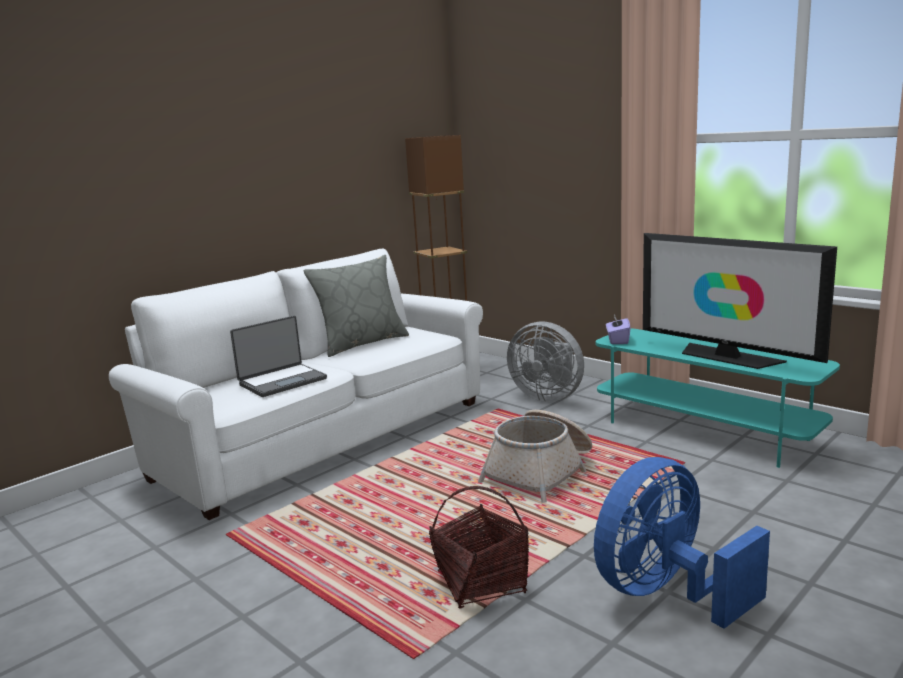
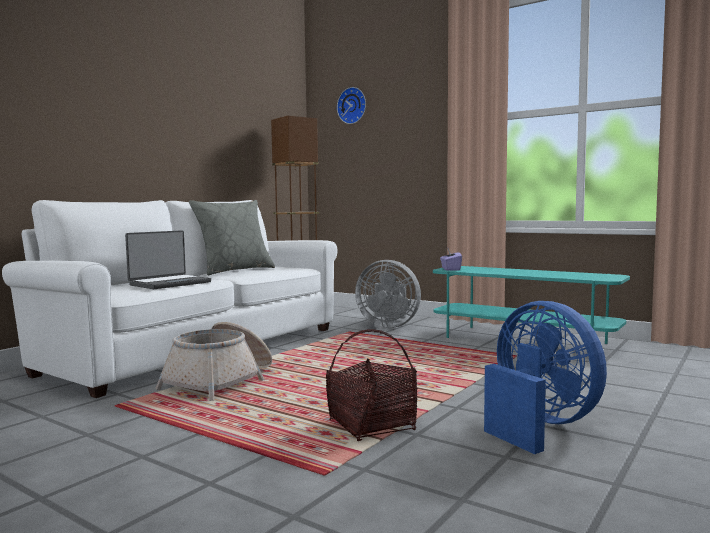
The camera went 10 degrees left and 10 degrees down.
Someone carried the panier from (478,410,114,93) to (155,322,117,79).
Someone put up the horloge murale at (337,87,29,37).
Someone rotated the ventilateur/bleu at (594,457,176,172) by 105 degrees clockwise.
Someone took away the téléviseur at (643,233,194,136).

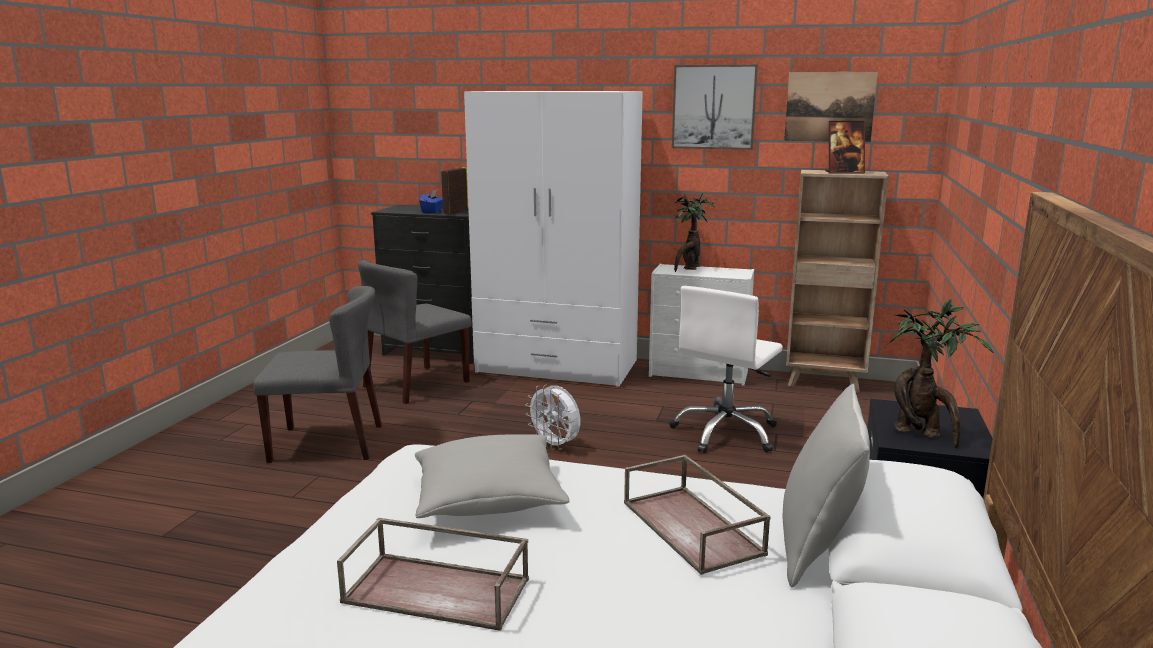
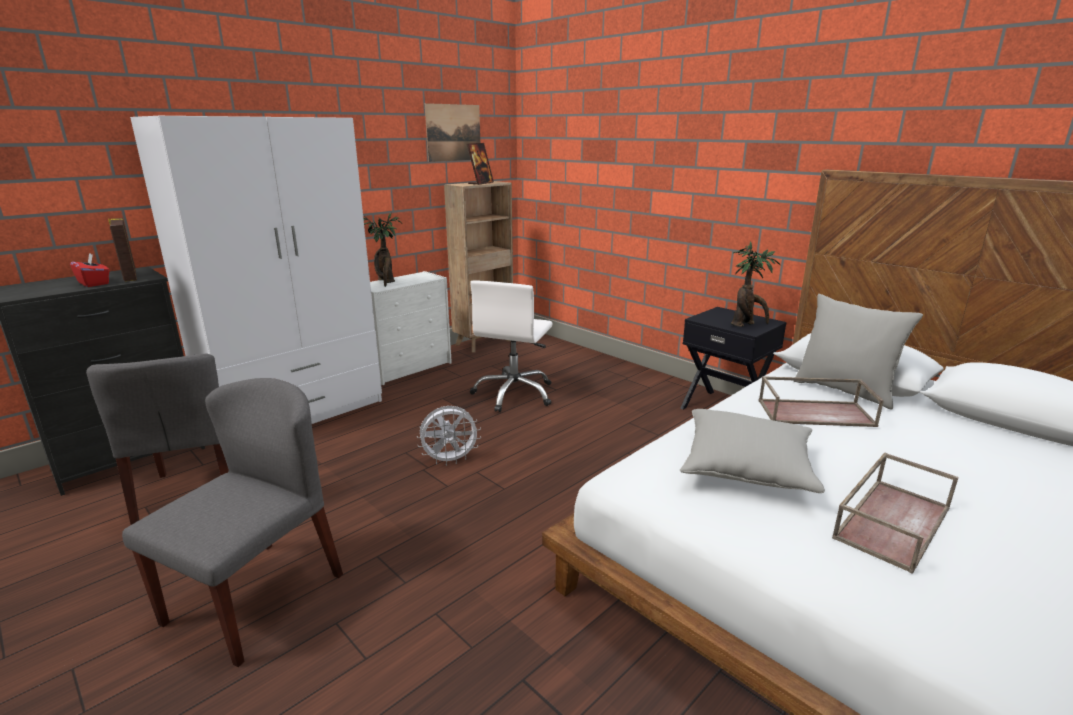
The camera went 60 degrees left and 5 degrees up.
Someone repainted the boîte à mouchoirs/bleu at (419,190,24,23), which became the boîte à mouchoirs/rouge at (70,253,40,34).
Someone rotated the chaise de bureau/blanc at (669,286,114,167) by 45 degrees clockwise.
Someone took away the tableau at (672,65,86,85).

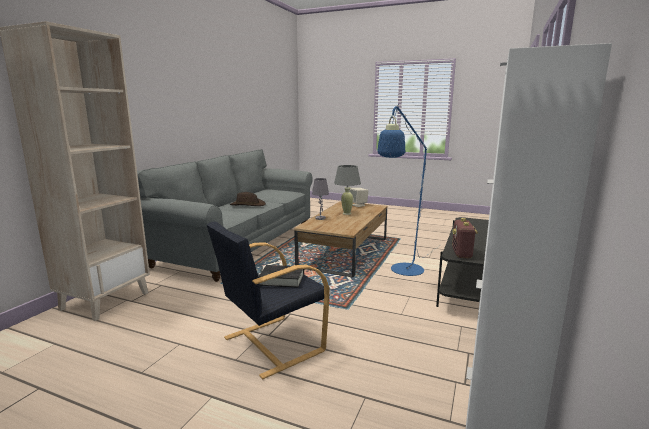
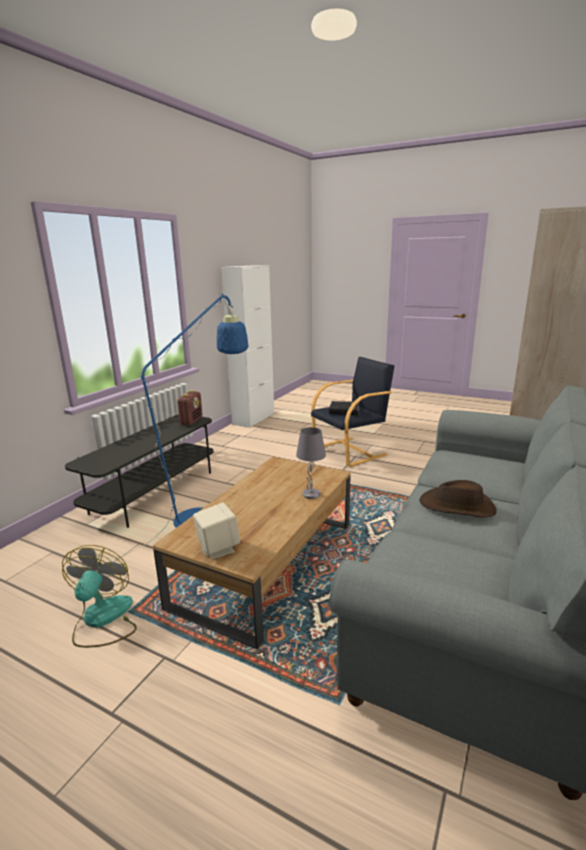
The camera went 175 degrees left and 5 degrees up.
Someone put down the ventilateur at (62,545,75,103).
Someone took away the lampe de table/gris at (334,165,27,50).

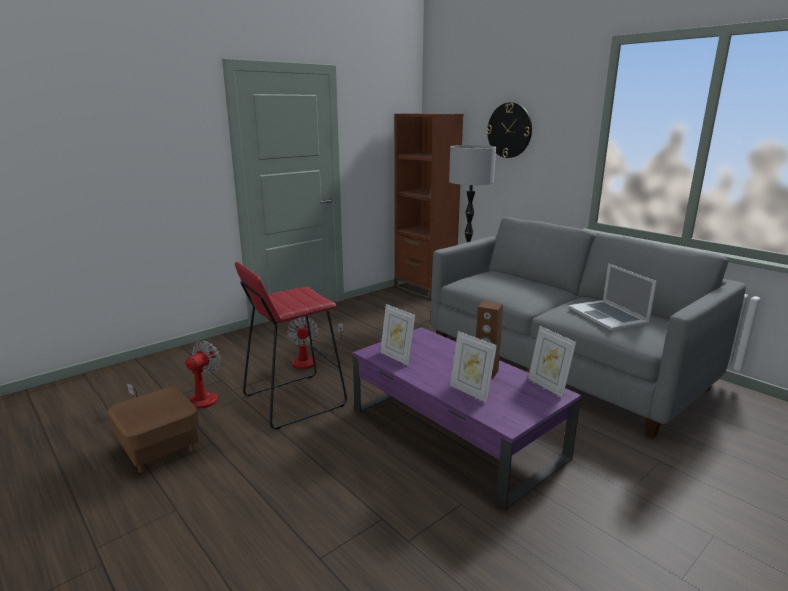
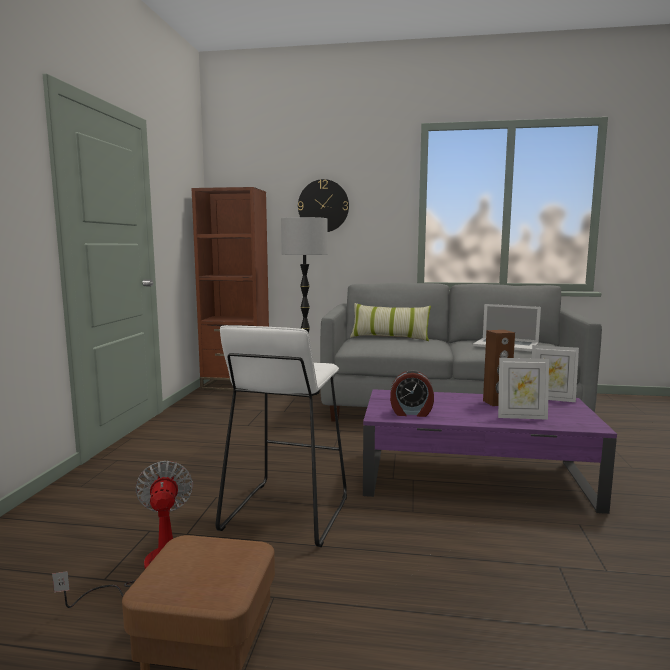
The camera went 40 degrees left and 10 degrees down.
Someone repainted the tabouret/rouge at (235,262,112,168), which became the tabouret/blanc at (216,325,131,222).
Someone put down the coussin at (350,303,81,38).
Someone swapped the cadre photo at (380,304,35,62) for the réveil at (390,370,44,47).
Someone took away the ventilateur at (287,317,56,52).

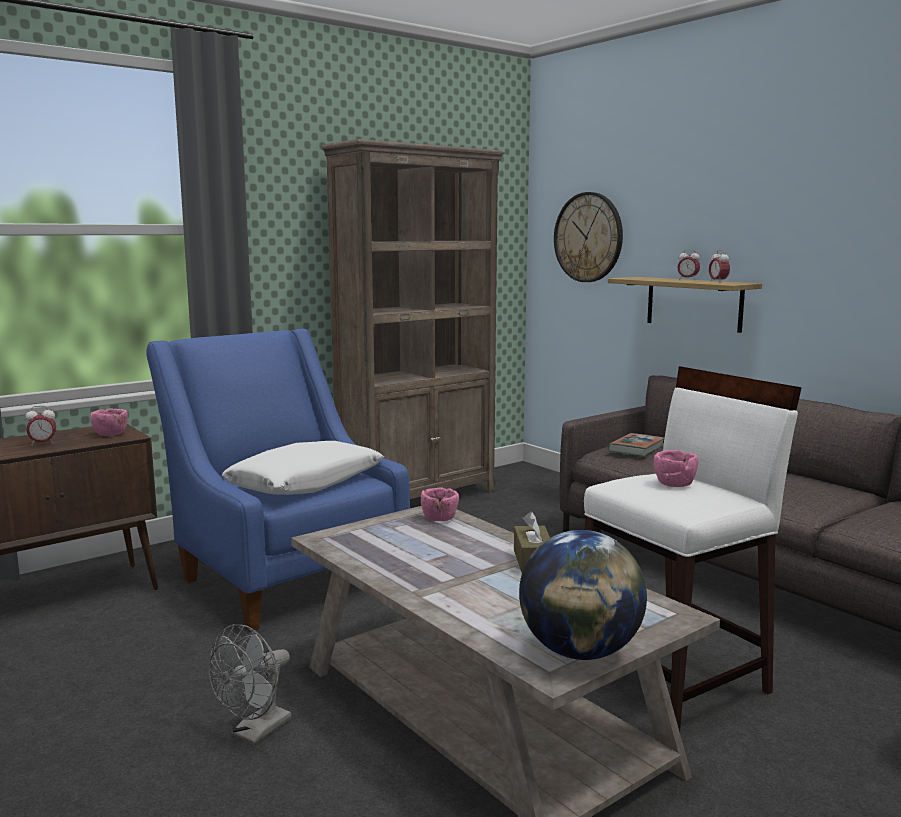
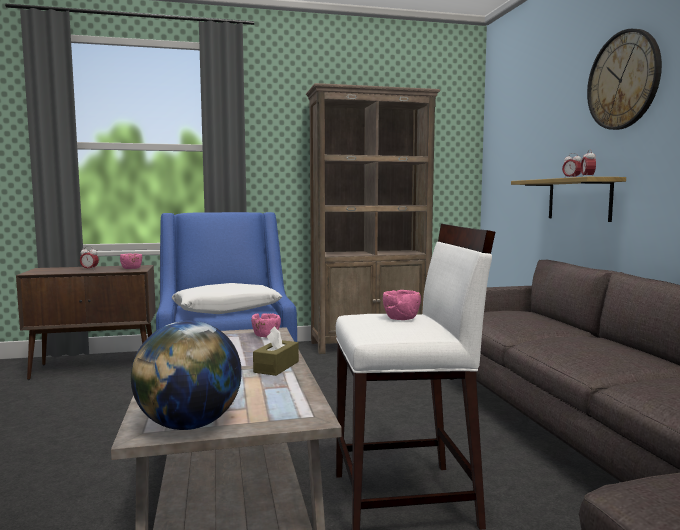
The camera went 25 degrees right and 5 degrees down.
Someone carried the horloge murale from (554,192,69,90) to (587,29,75,101).
Someone took away the ventilateur/gris at (208,624,83,121).
Someone took away the livre at (608,433,56,24).

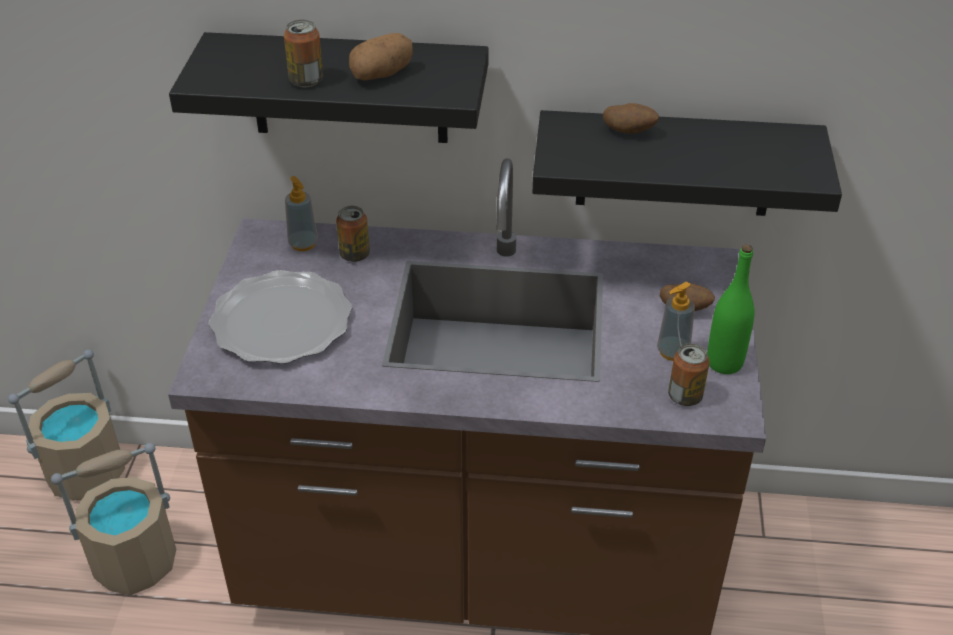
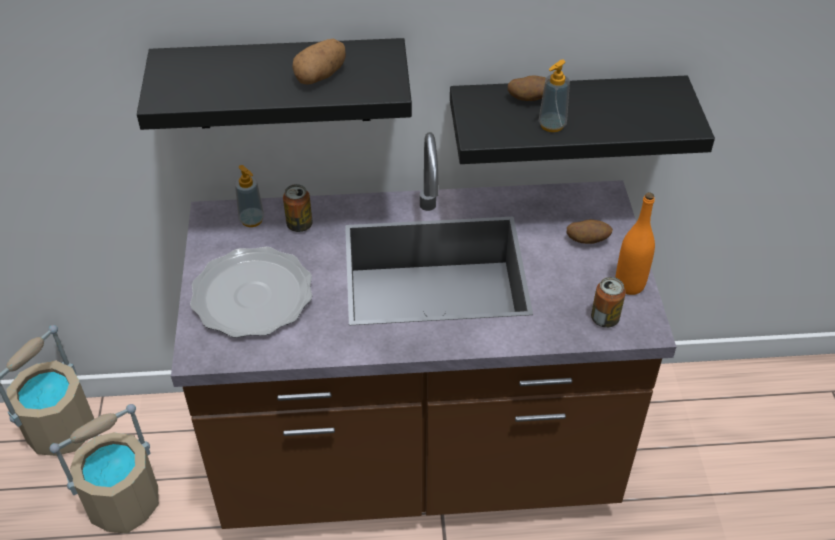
The camera went 10 degrees left and 5 degrees up.
Someone carried the distributeur de savon from (657,282,38,79) to (538,60,32,72).
Someone repainted the bouteille/vert at (707,244,48,130), which became the bouteille/orange at (615,192,40,103).
Someone took away the boîte métallique at (284,20,39,67).

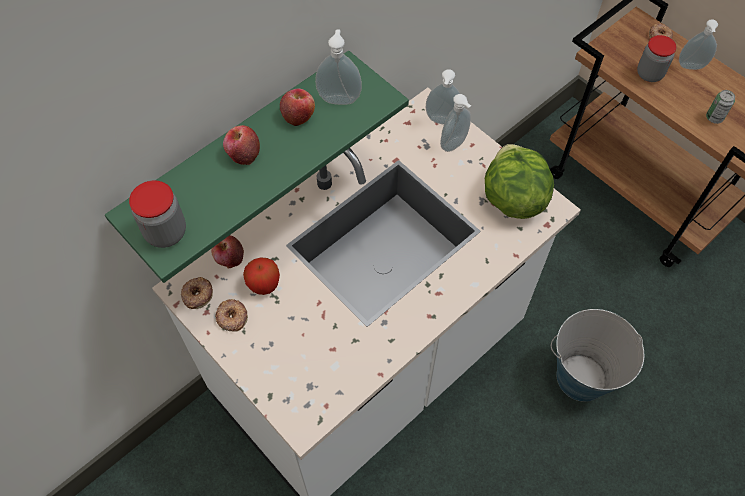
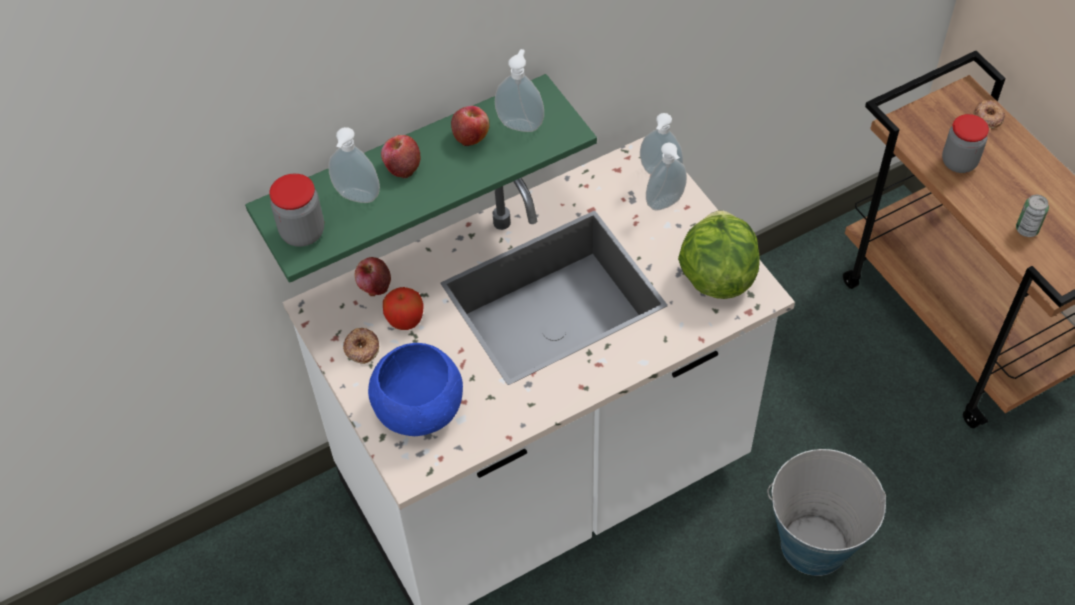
The camera went 15 degrees right and 5 degrees down.
Someone carried the distributeur de savon from (679,19,39,51) to (328,127,52,76).
Someone put down the bol/bleu at (368,343,95,93).
Someone took away the beignet at (181,277,32,32).

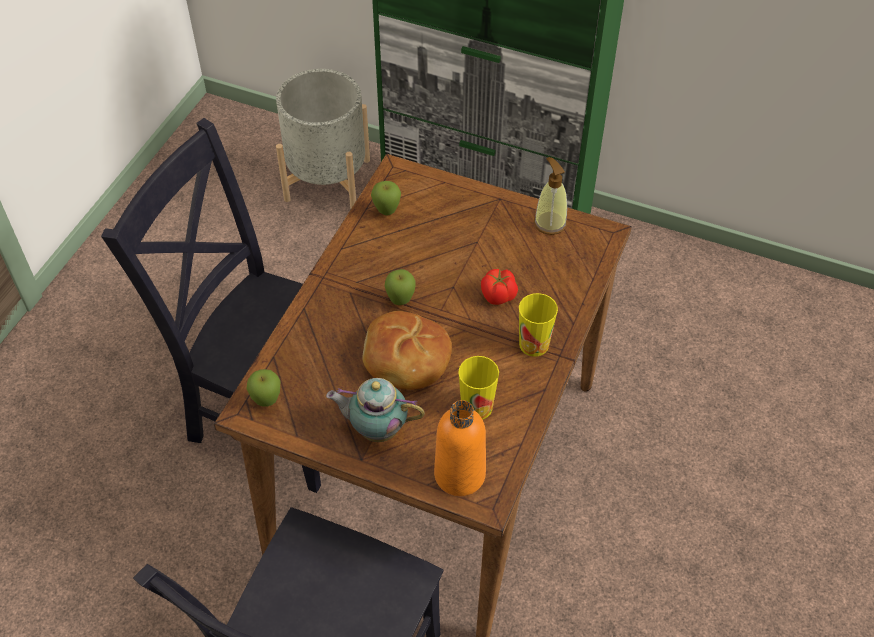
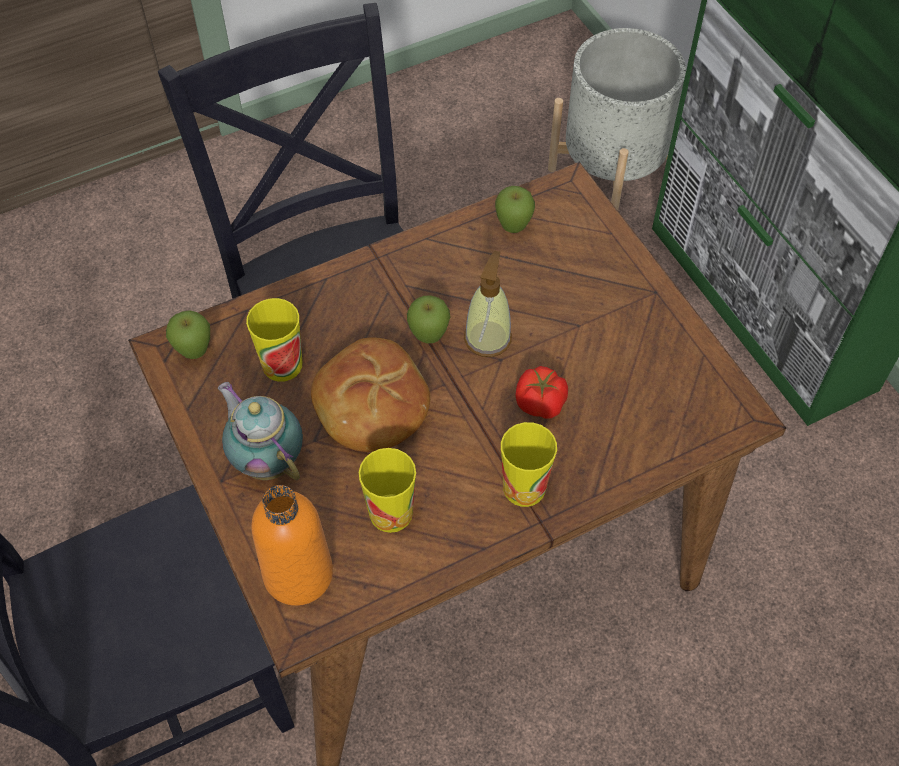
The camera went 40 degrees right and 5 degrees up.
Someone put down the tasse at (246,298,56,84).
Someone carried the distributeur de savon from (534,157,33,78) to (464,251,48,106).

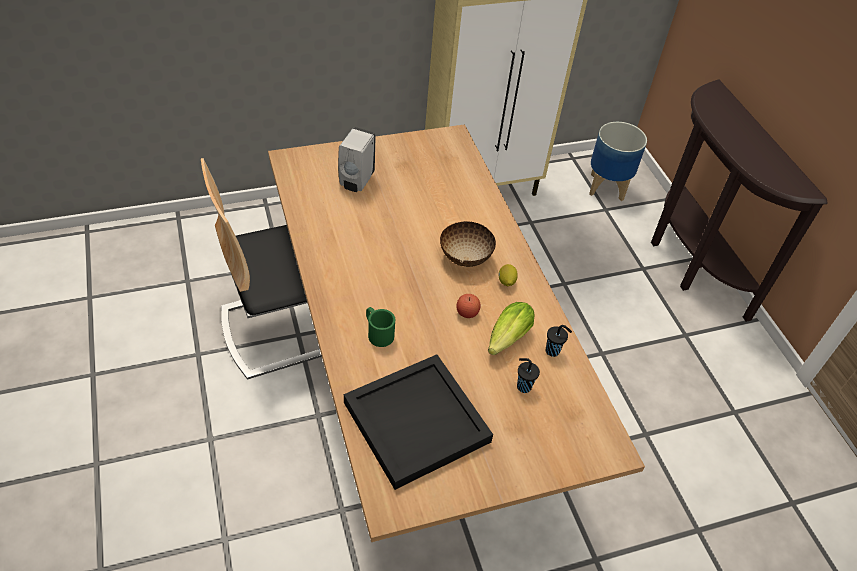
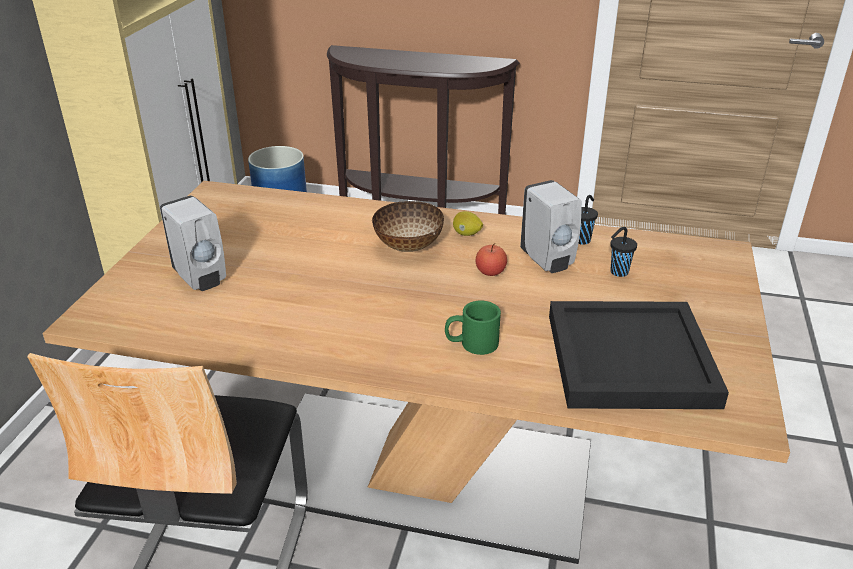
The camera went 55 degrees left and 15 degrees down.
Someone swapped the laitue at (488,302,47,53) for the distributeur de savon/blanc at (520,180,62,93).

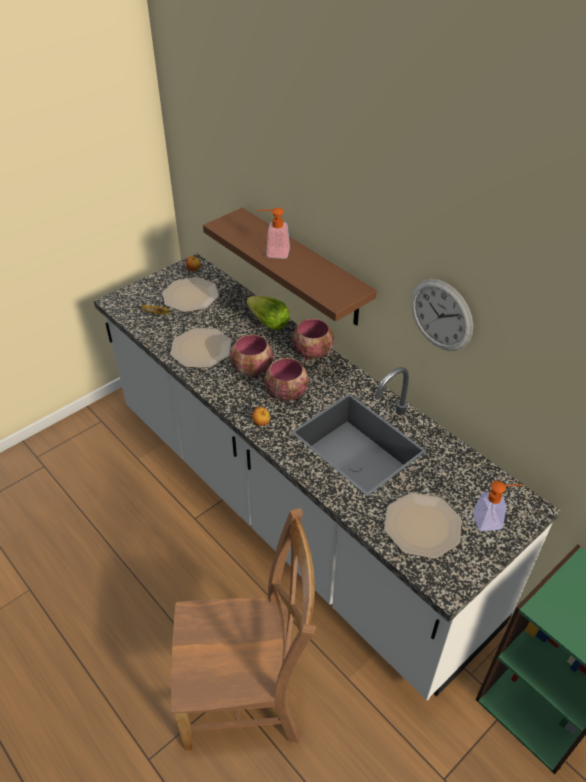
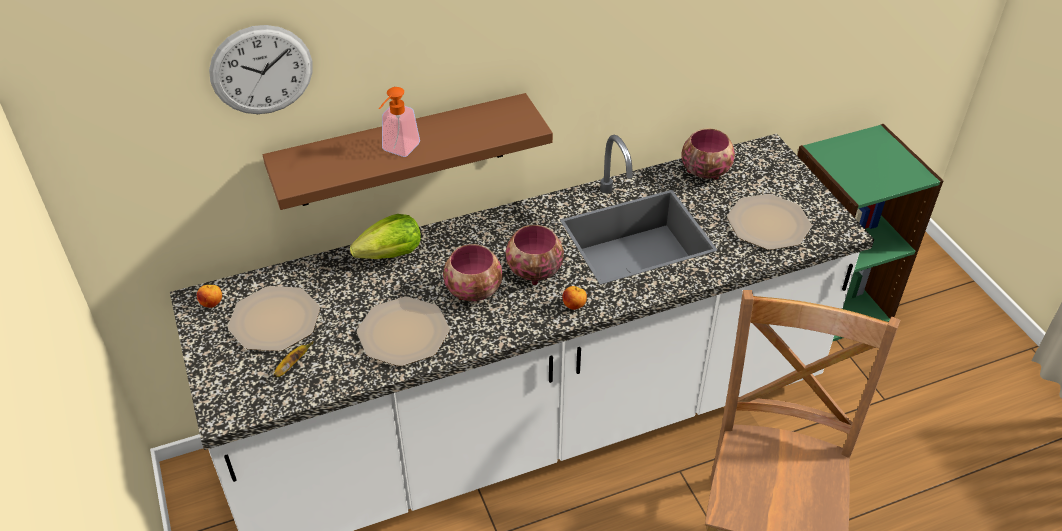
The camera went 70 degrees left and 0 degrees up.
Someone carried the horloge murale from (411,279,62,72) to (209,25,104,89).
Someone carried the bol from (292,319,42,41) to (681,128,54,52).
Someone took away the distributeur de savon at (473,481,50,51).

